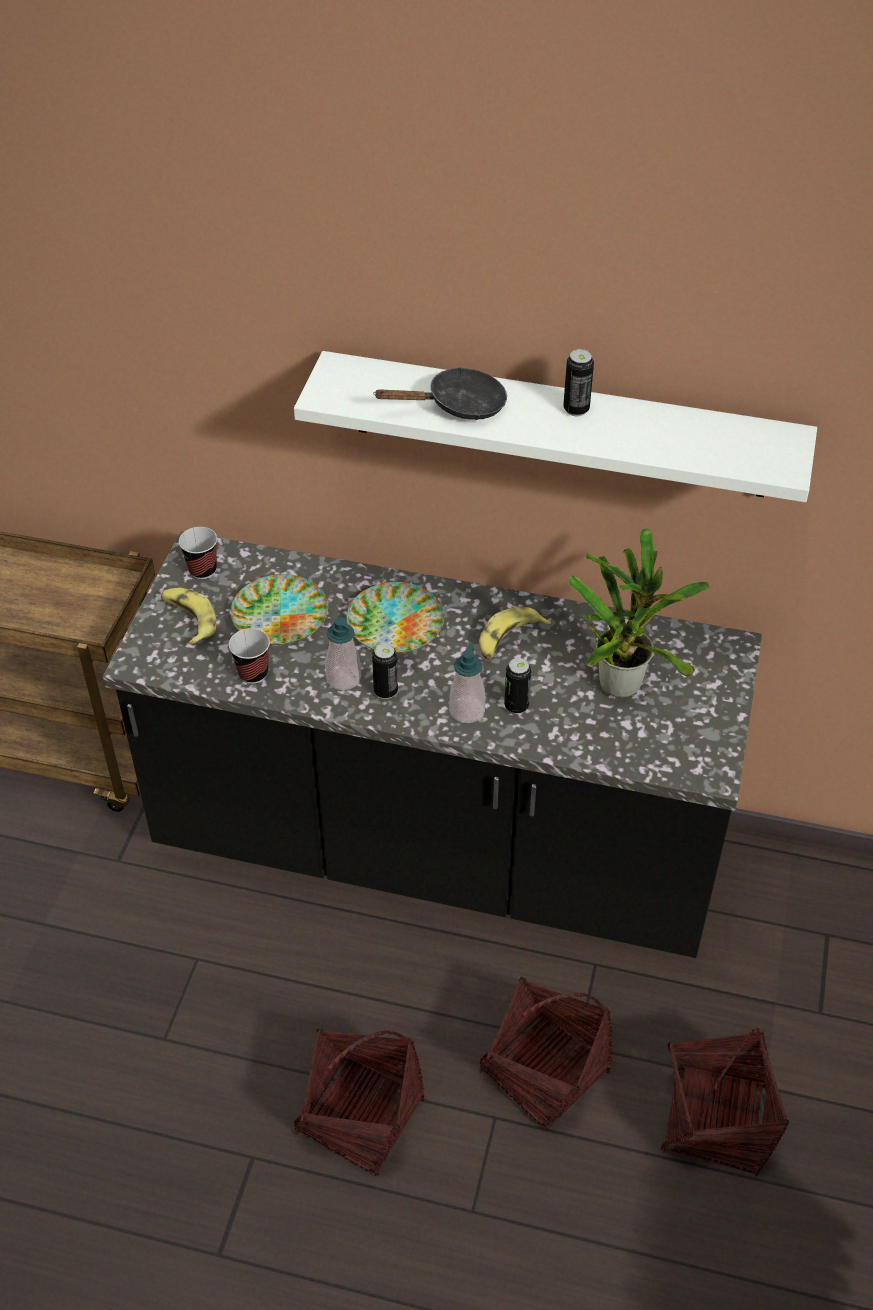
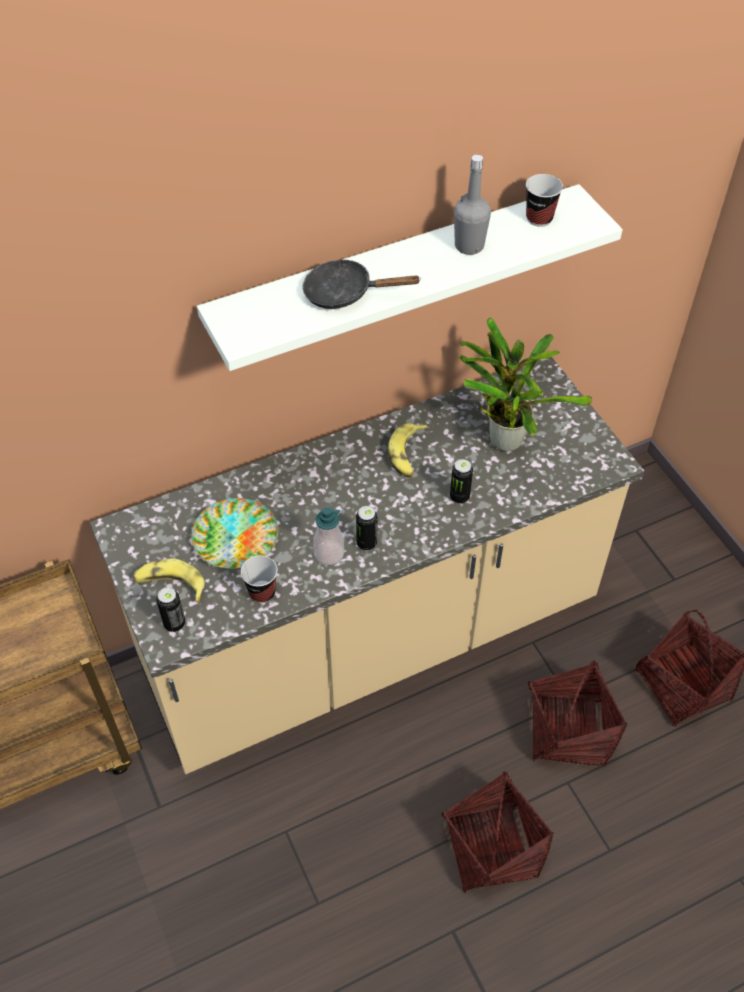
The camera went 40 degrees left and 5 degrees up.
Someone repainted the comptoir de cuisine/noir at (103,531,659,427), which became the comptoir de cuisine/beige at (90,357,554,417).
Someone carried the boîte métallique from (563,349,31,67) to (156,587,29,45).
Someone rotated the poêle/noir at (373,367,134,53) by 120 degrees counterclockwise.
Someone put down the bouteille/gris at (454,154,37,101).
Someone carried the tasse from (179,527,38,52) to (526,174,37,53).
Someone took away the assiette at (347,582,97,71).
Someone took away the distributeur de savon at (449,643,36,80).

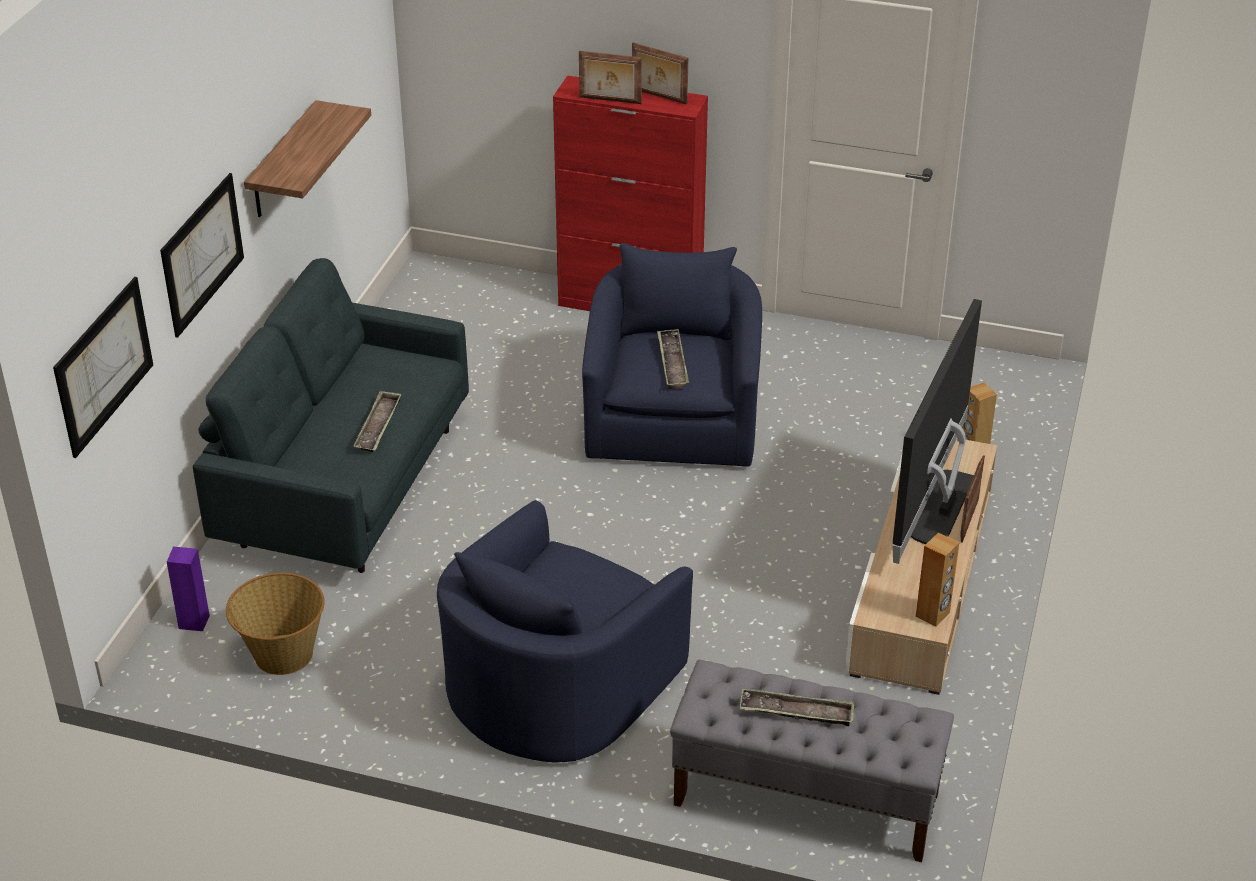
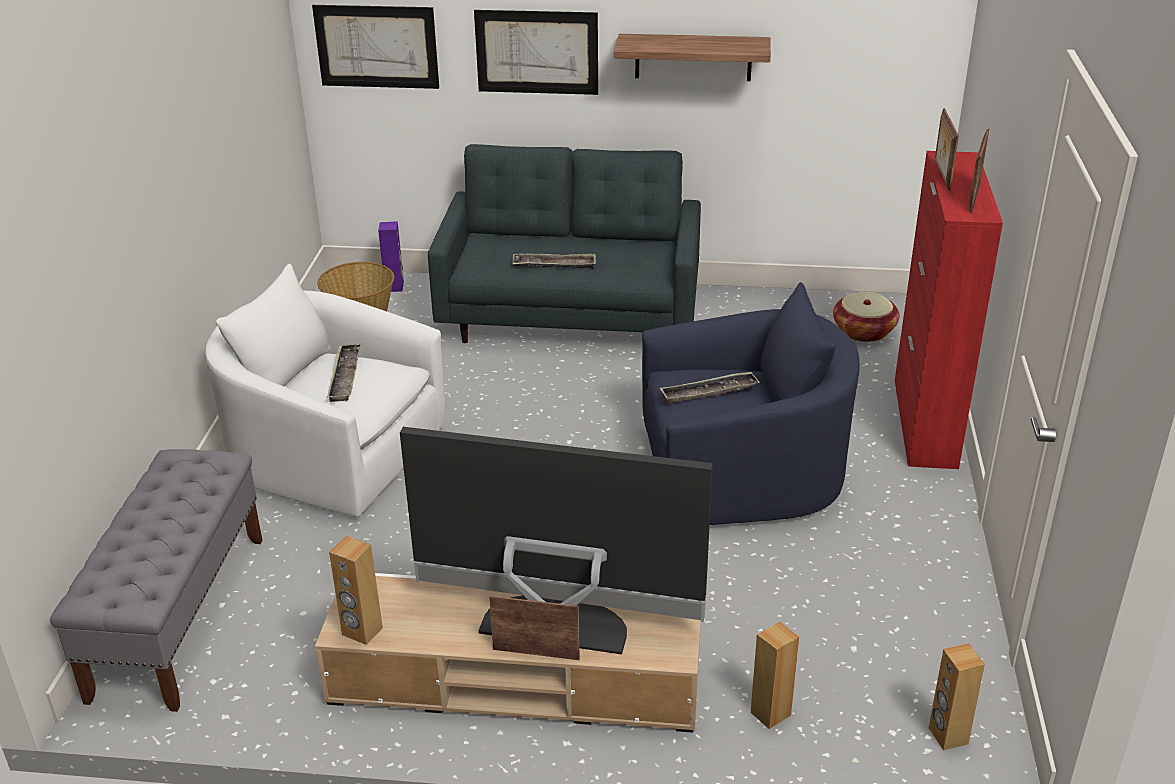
The camera went 80 degrees right and 5 degrees down.
Someone repainted the fauteuil/bleu at (437,500,256,263), which became the fauteuil/blanc at (205,264,240,253).
Someone carried the plateau from (739,689,115,37) to (327,344,34,58).
Someone put down the panier at (833,292,66,50).
Someone put down the enceinte/marron at (929,643,56,107).

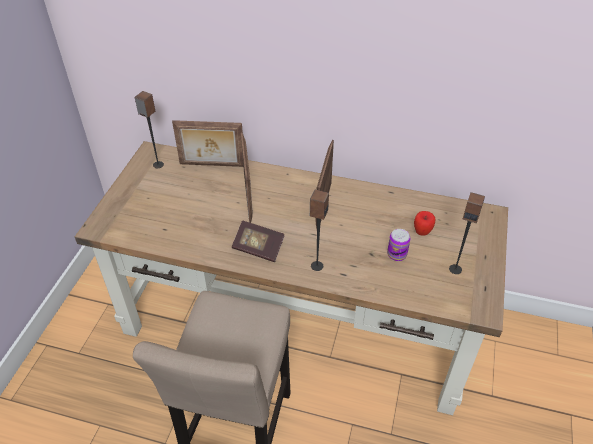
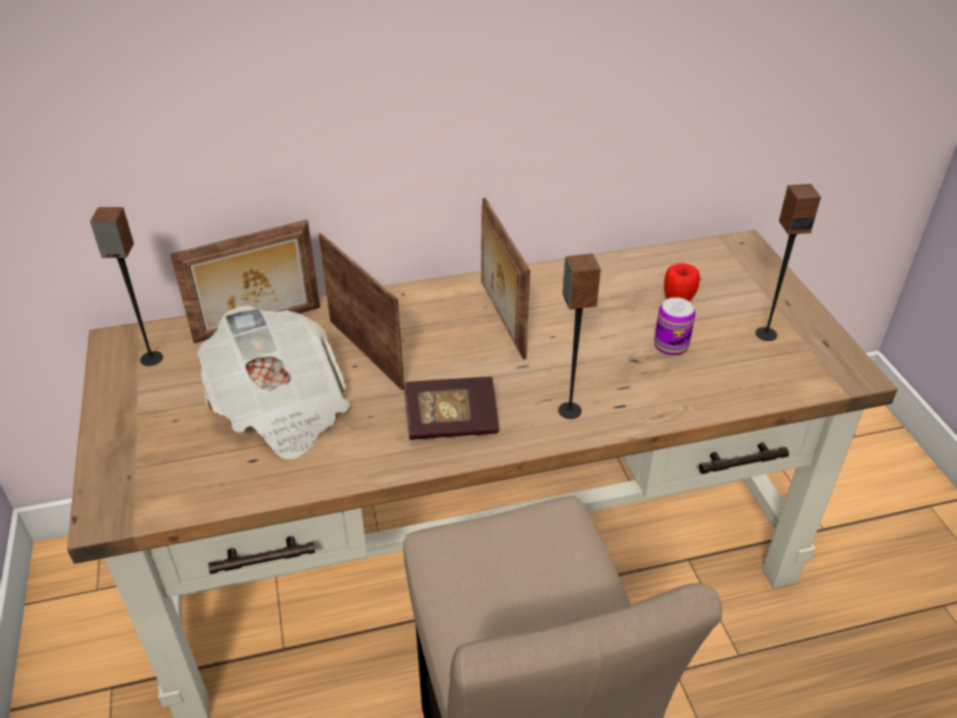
The camera went 30 degrees left and 5 degrees down.
Someone put down the journal at (198,305,152,154).

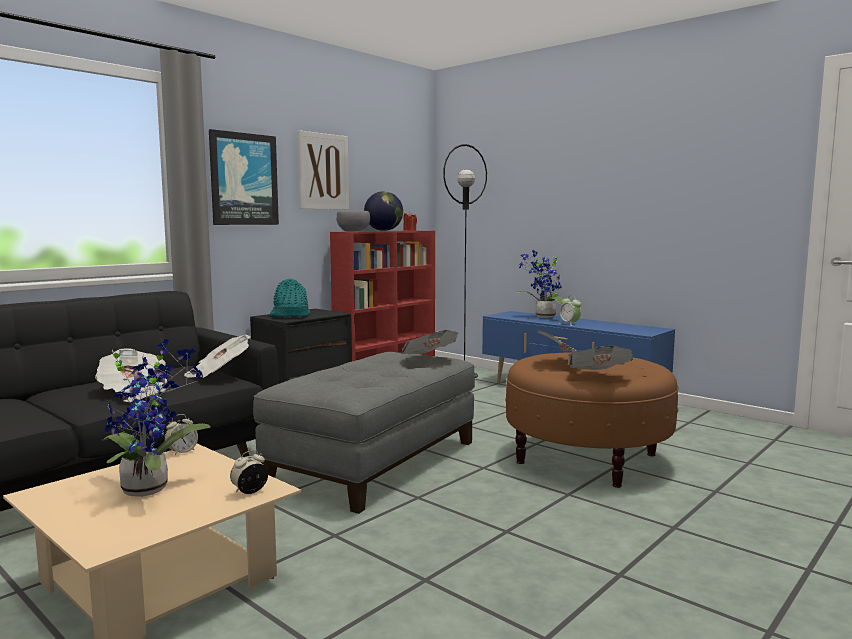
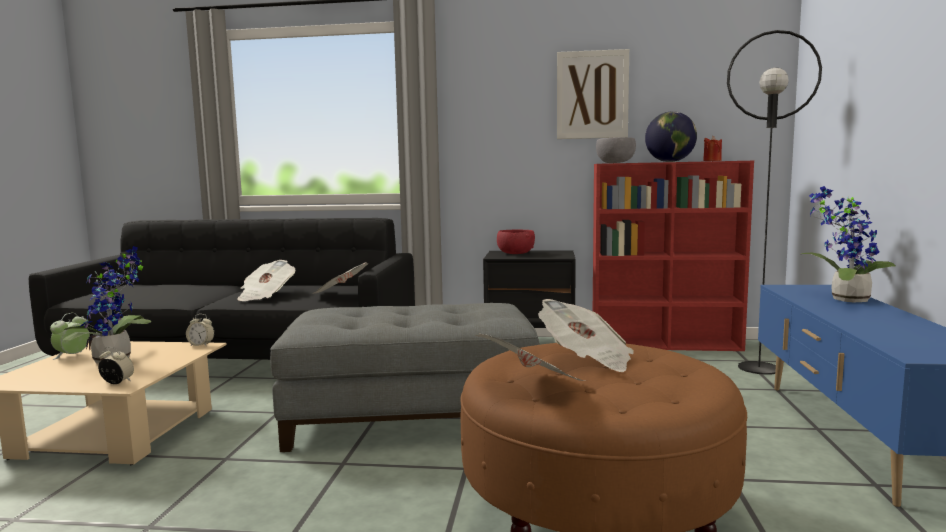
The camera went 55 degrees right and 0 degrees up.
Someone carried the réveil from (559,295,22,31) to (50,313,40,47).
Someone swapped the chapeau/turquoise at (270,279,40,38) for the bol/rouge at (497,230,38,24).
Someone took away the tableau at (209,129,70,96).
Someone took away the journal at (401,330,57,24).

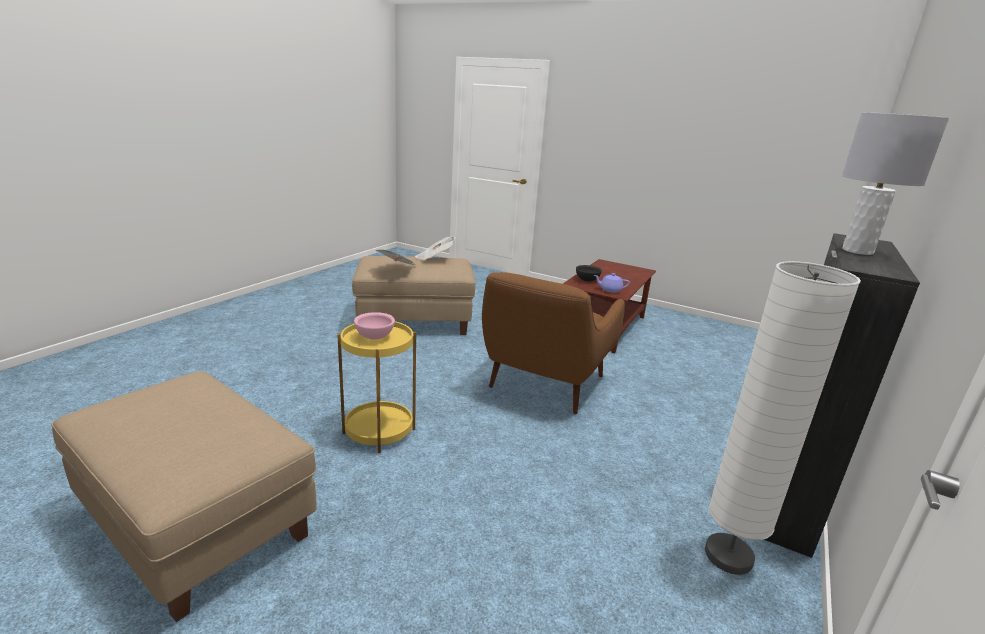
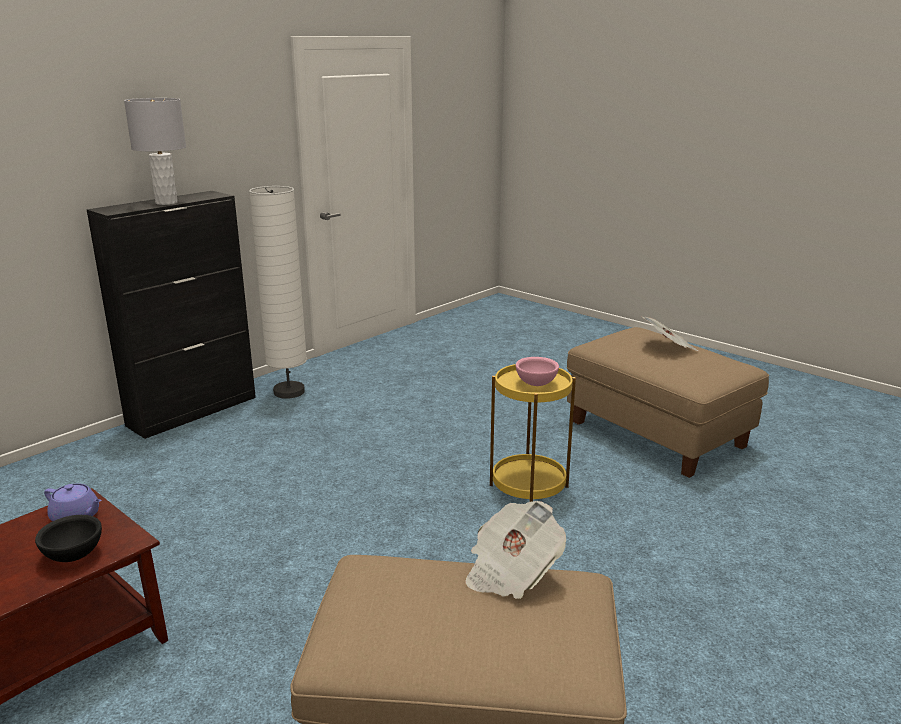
The camera went 165 degrees left and 0 degrees up.
Someone carried the journal from (415,236,41,25) to (642,317,56,34).
Someone took away the fauteuil/marron at (482,272,143,142).

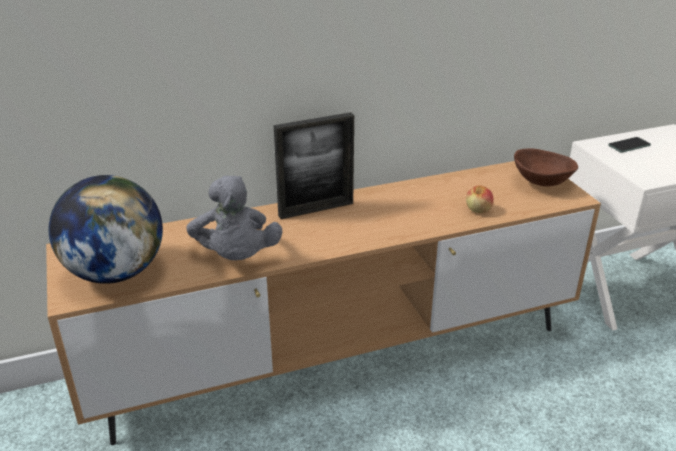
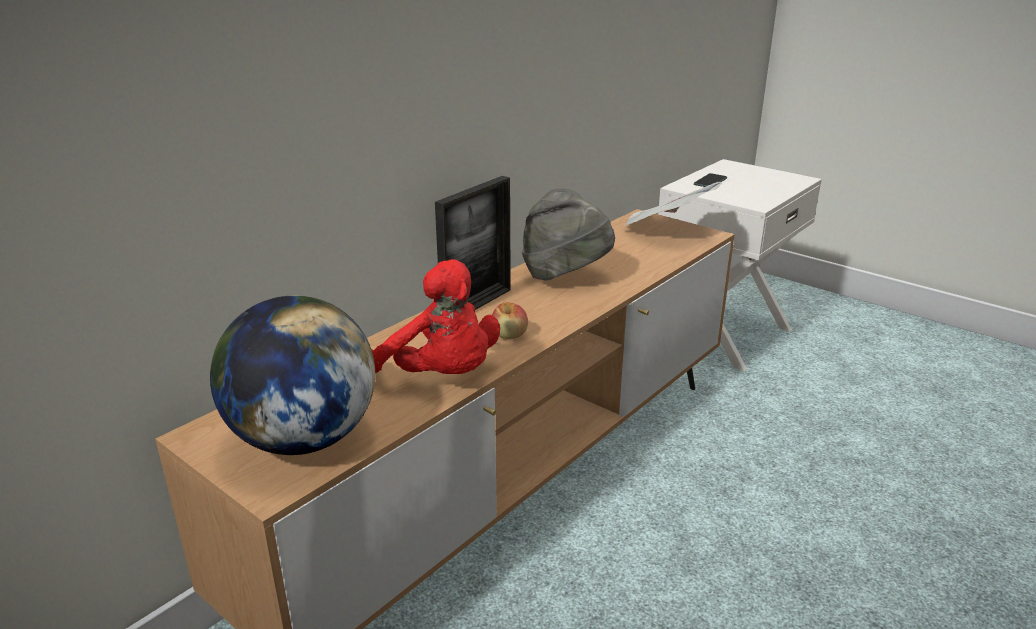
The camera went 30 degrees left and 5 degrees down.
Someone repainted the peluche/gris at (186,176,97,84), which became the peluche/rouge at (371,259,129,115).
Someone carried the pomme from (466,185,28,28) to (492,302,36,37).
Someone put down the chapeau/gris at (522,189,93,92).
Someone swapped the bol/marron at (514,149,64,37) for the journal at (622,181,100,46).

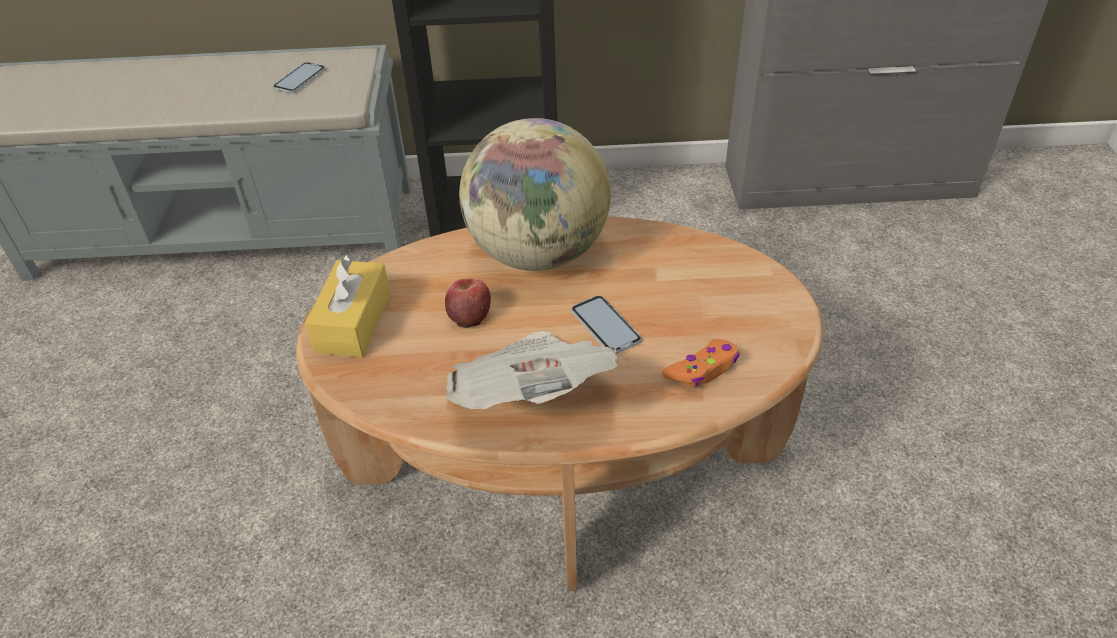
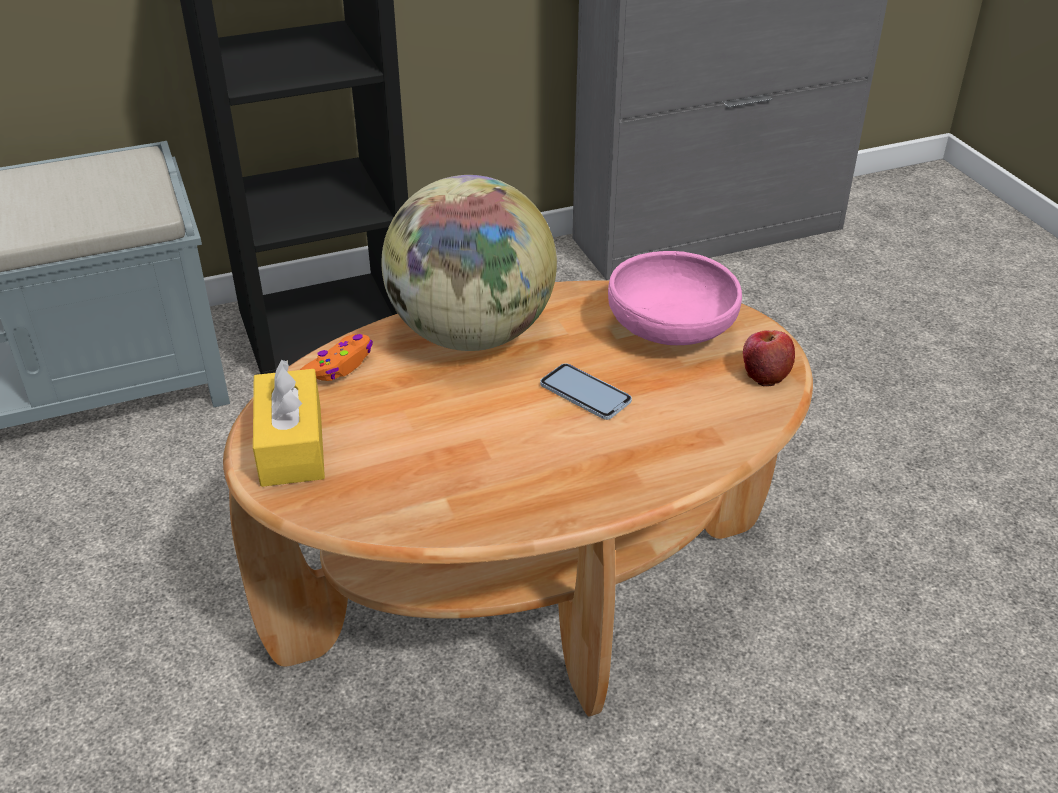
The camera went 20 degrees left and 5 degrees down.
Someone carried the manette/orange from (662,339,78,48) to (300,334,73,47).
Someone put down the bol/rose at (608,251,134,94).
Someone carried the pomme from (445,278,46,50) to (743,330,52,57).
Someone took away the téléphone at (273,62,53,31).
Someone took away the journal at (446,331,172,78).

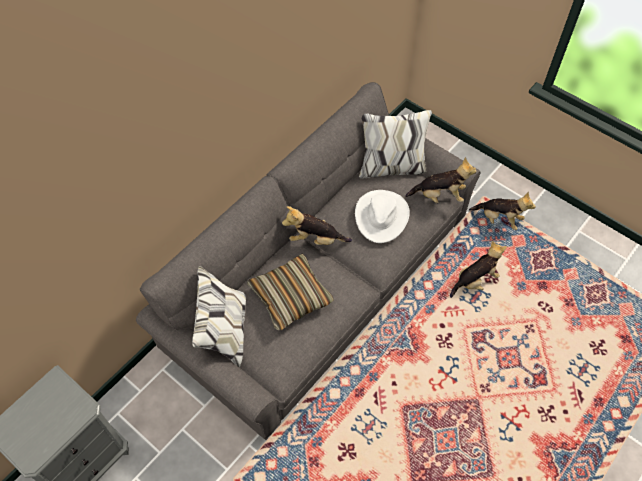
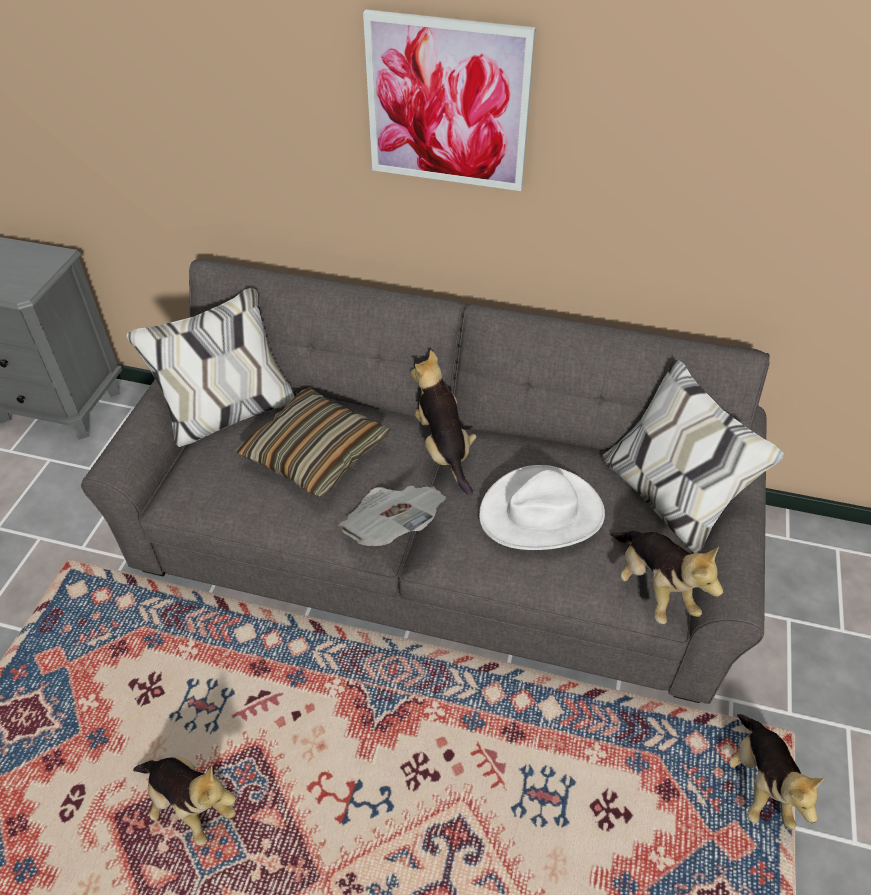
The camera went 65 degrees right and 10 degrees down.
Someone carried the peluche from (450,241,57,57) to (133,757,103,89).
Someone put down the journal at (338,486,108,60).
Someone put up the tableau at (363,9,173,182).

